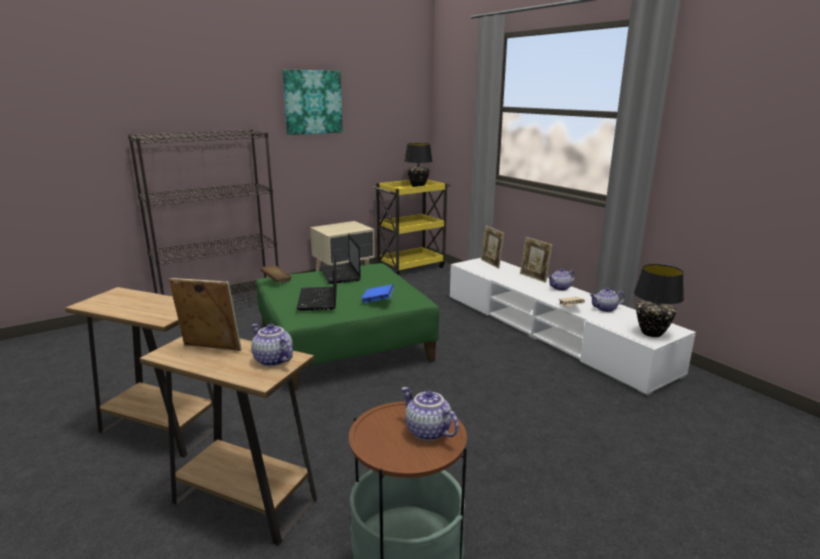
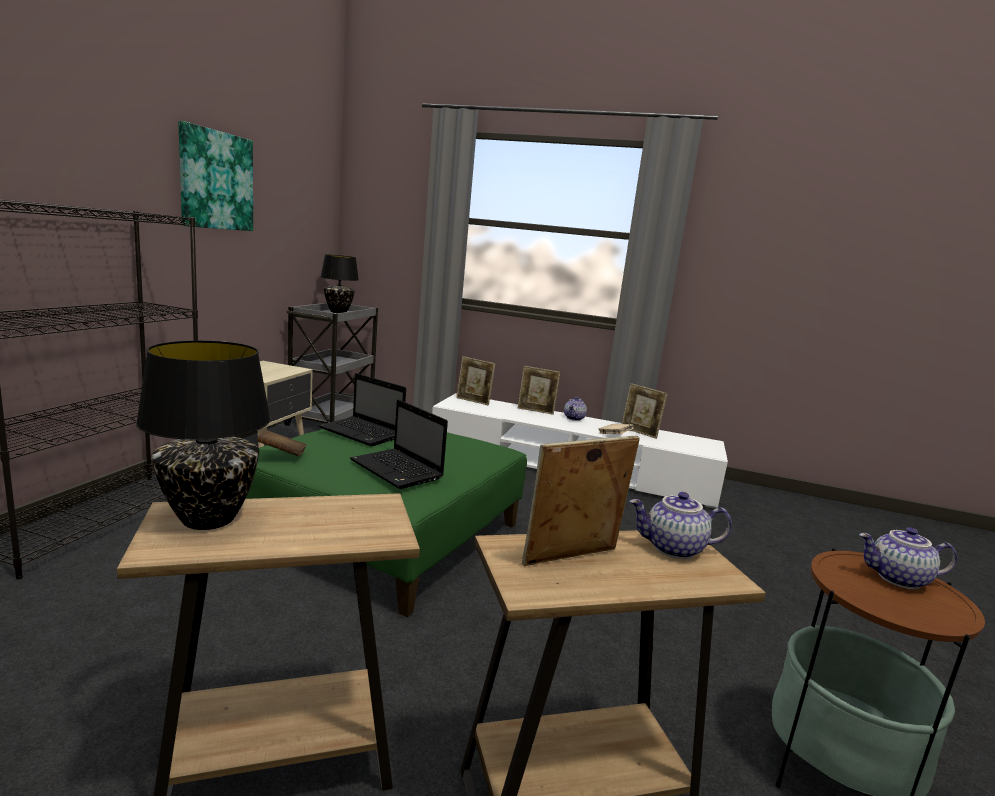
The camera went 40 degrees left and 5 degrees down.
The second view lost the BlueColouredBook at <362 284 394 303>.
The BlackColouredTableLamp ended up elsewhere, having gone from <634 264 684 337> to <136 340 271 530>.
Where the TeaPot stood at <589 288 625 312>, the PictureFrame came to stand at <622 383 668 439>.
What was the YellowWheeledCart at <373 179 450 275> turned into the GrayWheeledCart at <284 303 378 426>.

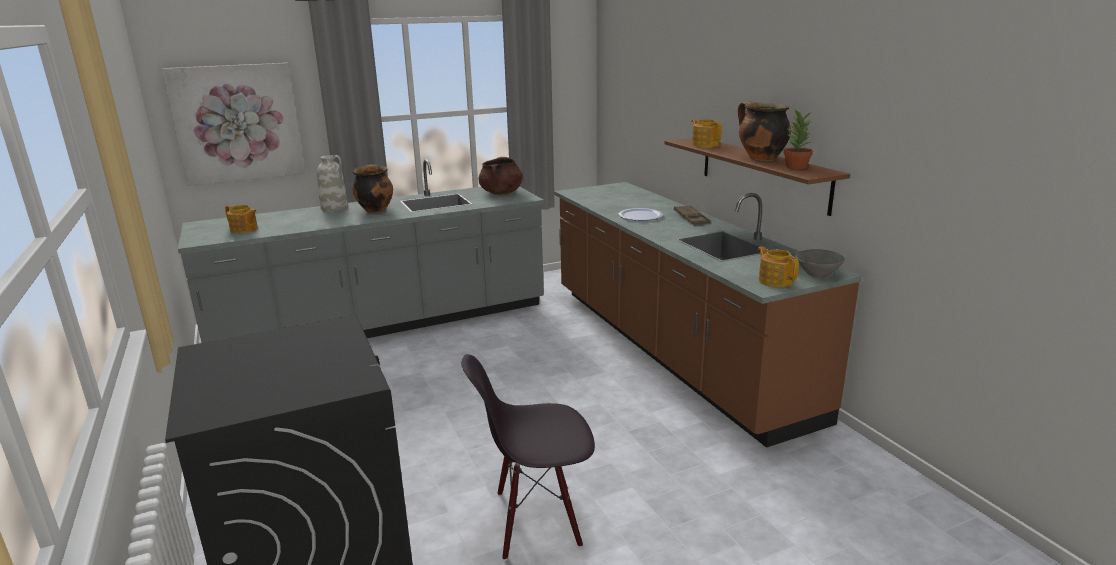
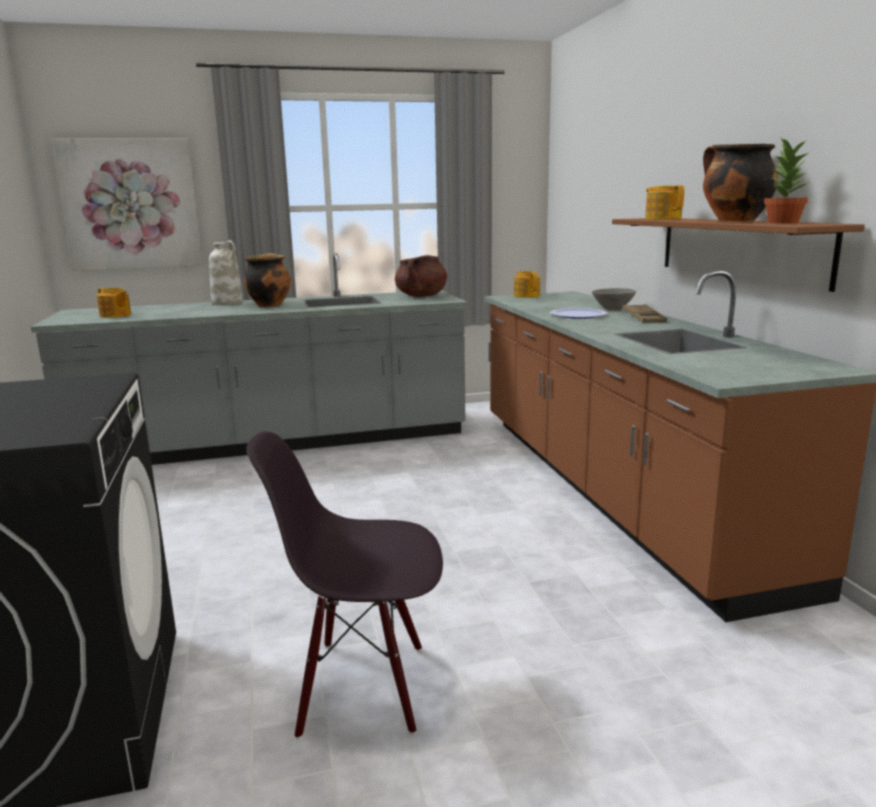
The camera went 10 degrees right and 5 degrees down.
The TeaPot ended up elsewhere, having gone from <758 247 799 287> to <514 271 540 298>.
The GrayBowl ended up elsewhere, having gone from <796 249 845 278> to <592 288 636 310>.

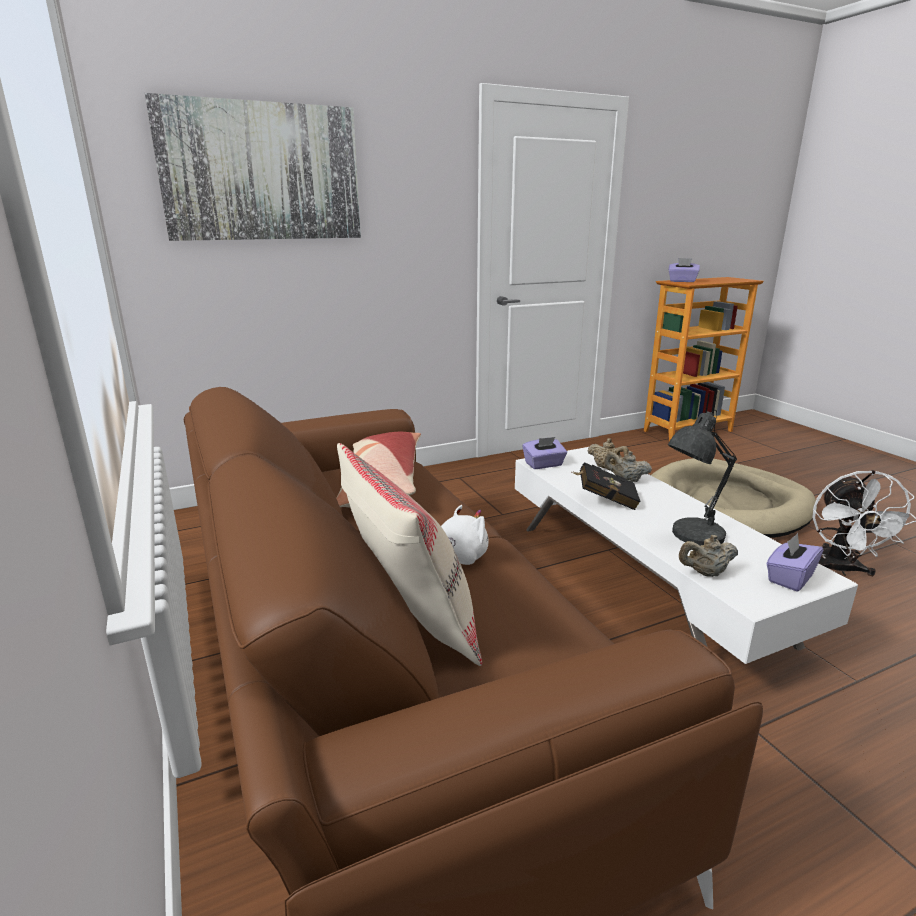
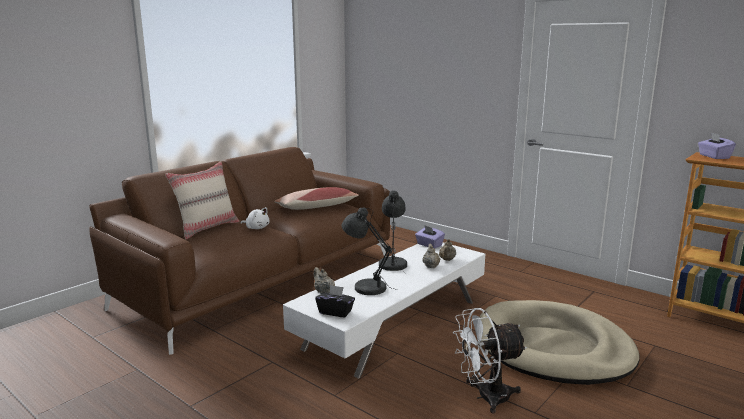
The camera went 65 degrees right and 5 degrees down.
The second view lost the Picture at <145 93 361 241>.
Where the BlackColouredBook stood at <572 462 641 510>, the GrayTableLamp came to stand at <379 190 407 274>.
What was the PurpleTissueBox at <767 533 823 592> turned into the BlackColouredTissueBox at <315 285 355 317>.

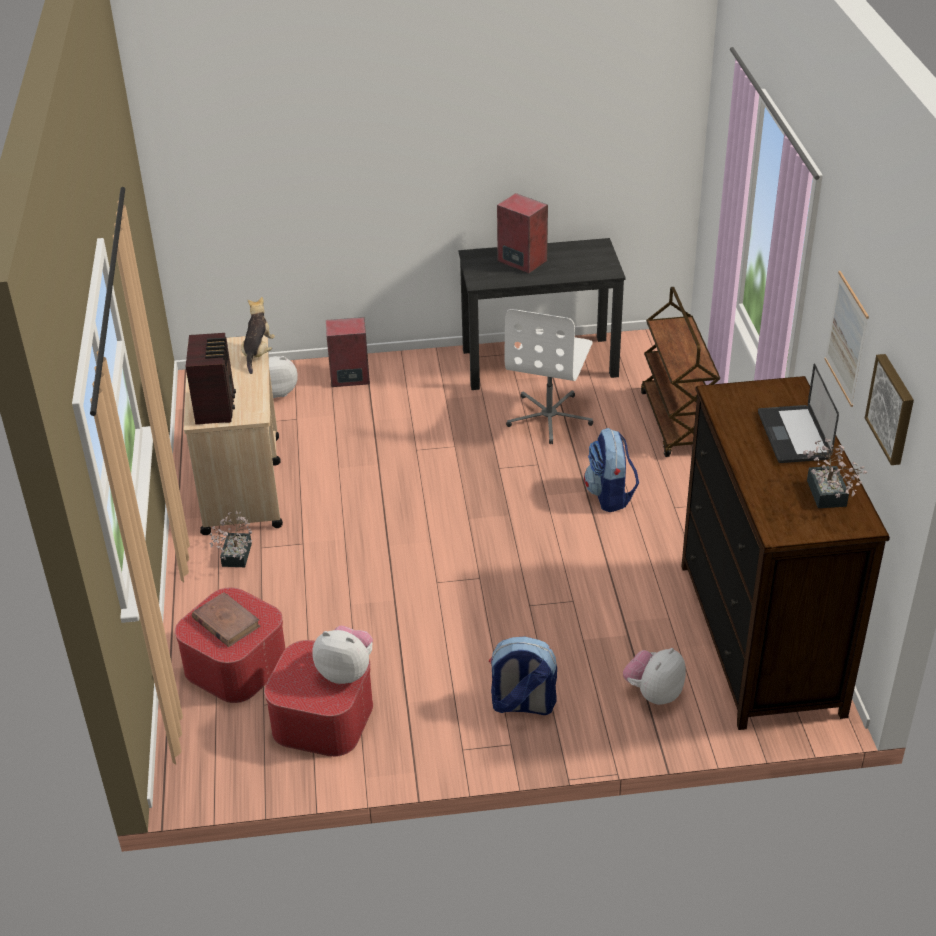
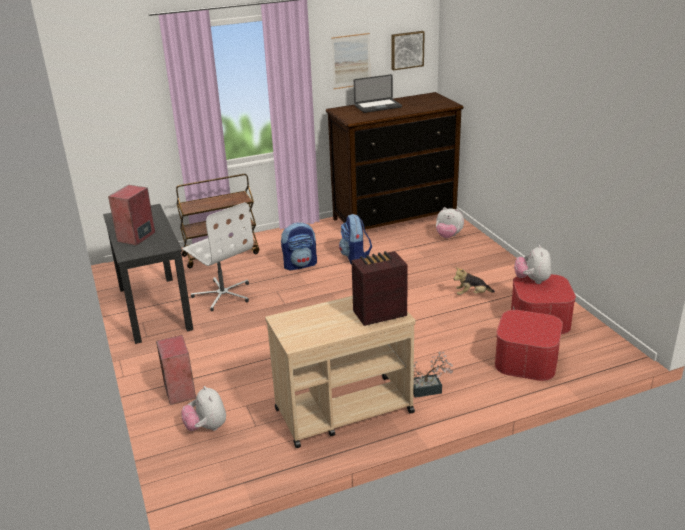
The camera went 105 degrees left and 10 degrees down.
The second view lost the BrownColouredBook at <192 592 261 647>.
The second view lost the PottedPlant at <803 438 868 508>.
The PlushToy ended up elsewhere, having gone from <242 297 275 374> to <454 267 495 295>.
The Rucksack ended up elsewhere, having gone from <489 636 557 715> to <339 214 372 264>.
The WhitishComputerChair at <505 309 593 444> ended up facing another way, 45 degrees clockwise from before.

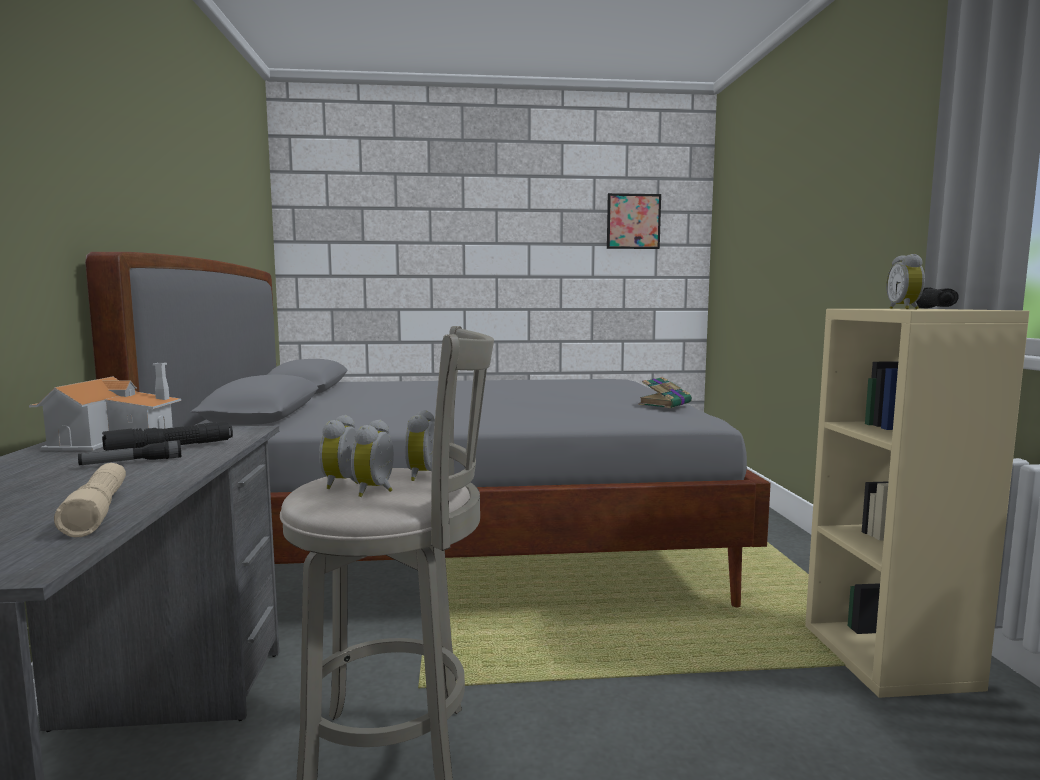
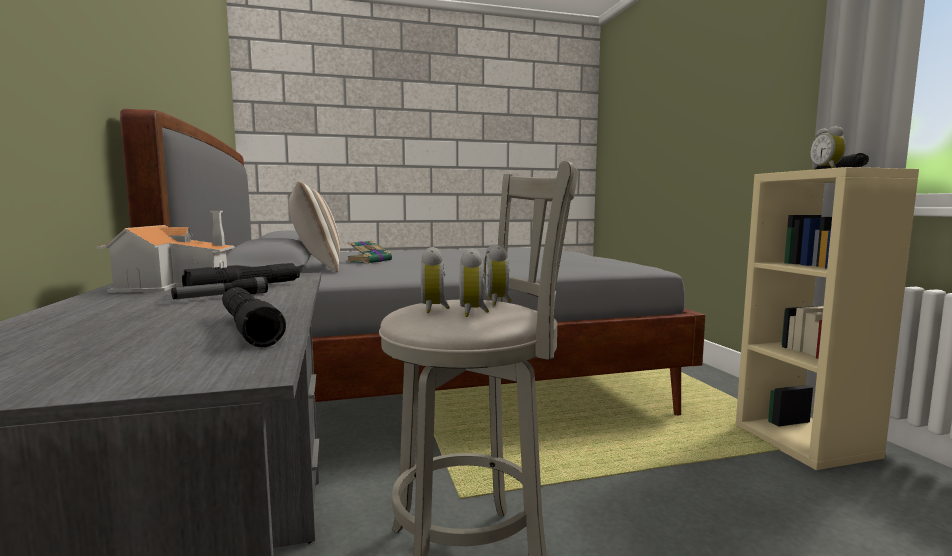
The camera went 10 degrees left and 0 degrees up.
The second view lost the Picture at <607 193 661 249>.
The second view gained the ThrowPillow at <289 182 340 273>.
The Book ended up elsewhere, having gone from <638 377 692 408> to <346 240 392 264>.
What was the BeigeColouredHandTorch at <54 463 126 537> turned into the BlackColouredHandTorch at <222 287 286 347>.

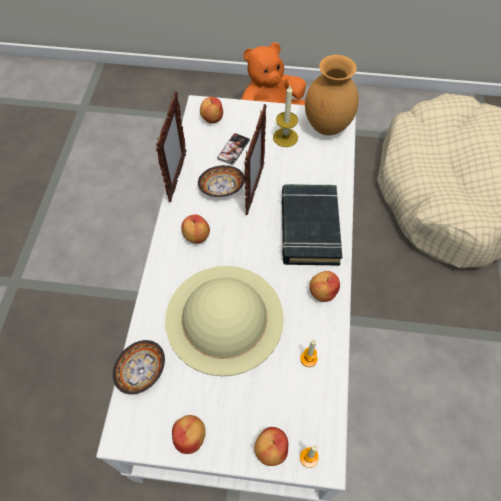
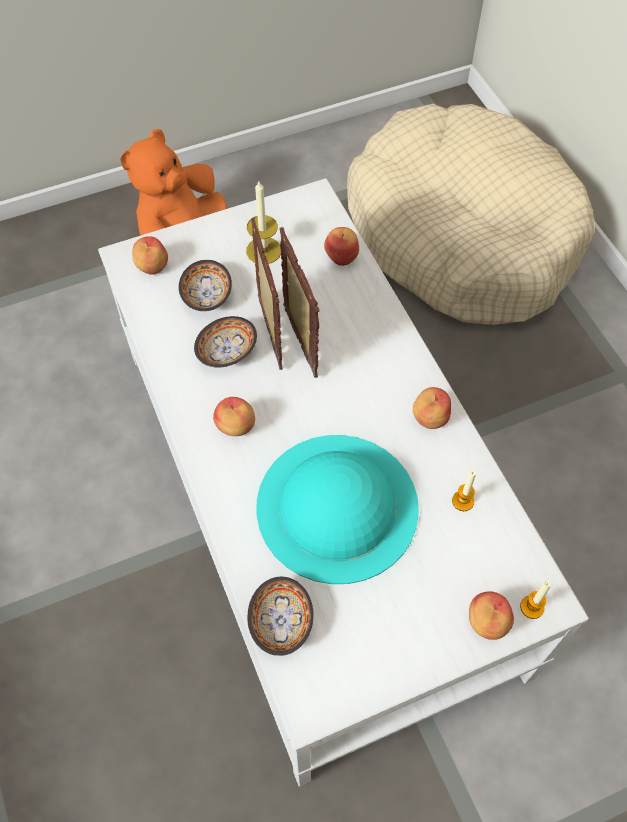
The camera went 30 degrees left and 0 degrees up.
The second view lost the BlackColouredBook at <281 184 342 266>.
The second view lost the BrownColouredDecorativeVase at <305 55 359 135>.
The PictureFrame ended up elsewhere, having gone from <156 91 186 202> to <279 227 320 378>.
The WholeApple ended up elsewhere, having gone from <172 415 206 454> to <324 227 359 266>.
Where the Phone stood at <217 133 250 165>, the Bowl came to stand at <179 260 232 311>.
What was the BeigeColouredClothingHat at <165 266 284 376> turned into the TurquoiseClothingHat at <256 435 419 584>.

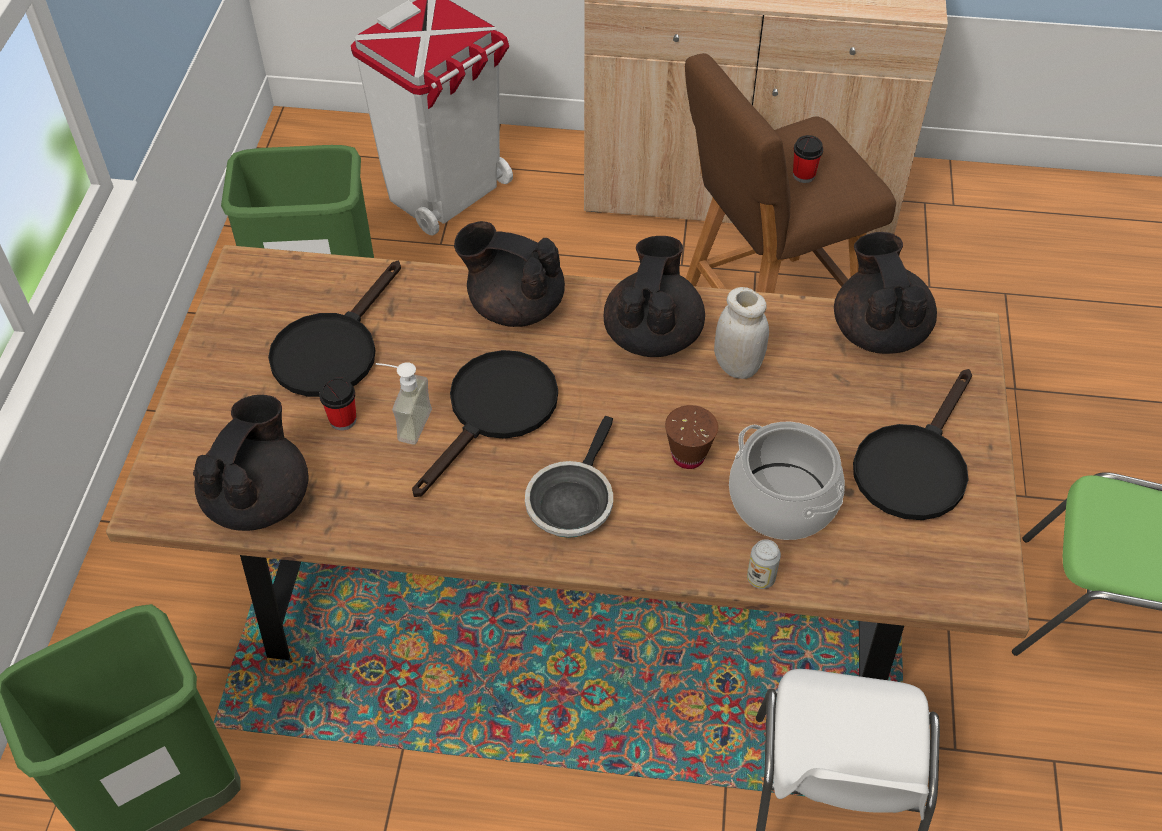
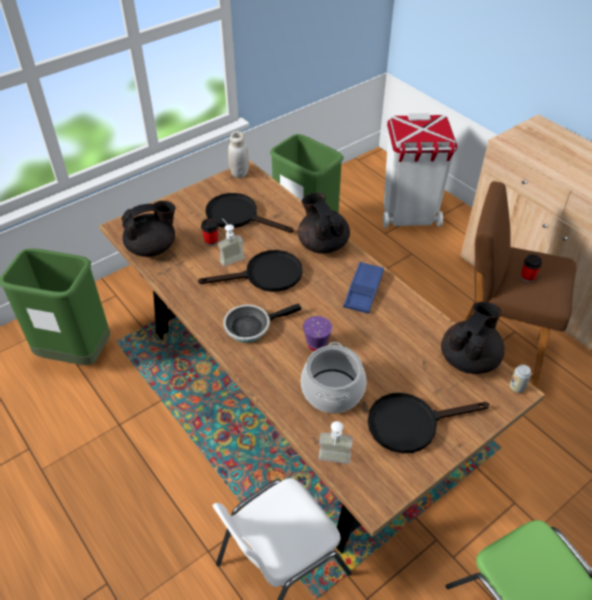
The camera went 45 degrees right and 5 degrees down.
The second view gained the SoapDispenser at <318 421 353 464>.
The WhitishJar ended up elsewhere, having gone from <714 287 769 379> to <228 131 249 178>.
The MetalCan ended up elsewhere, having gone from <747 539 781 589> to <510 365 531 393>.
Where the BlackColouredTeaPot stood at <604 236 705 357>, the BlueColouredTray came to stand at <343 262 384 314>.
What was the BrownColouredSmallCup at <665 405 718 469> turned into the PurpleSmallCup at <303 316 332 351>.
The BlackColouredFryingPan at <268 261 401 397> ended up facing another way, 45 degrees clockwise from before.

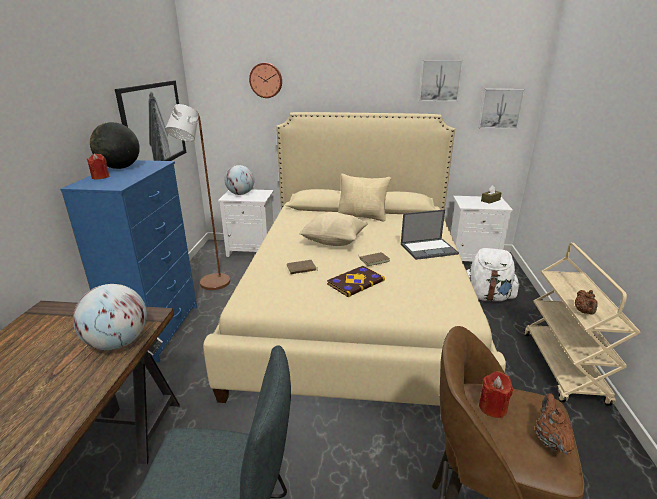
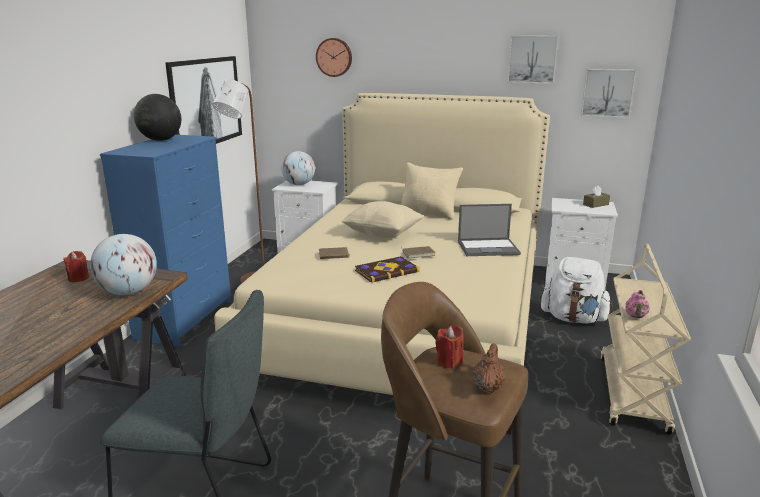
The camera went 10 degrees right and 5 degrees down.
The ReddishWaxLight ended up elsewhere, having gone from <87 154 109 180> to <63 251 89 282>.
What was the BrownColouredTeaPot at <575 290 598 315> turned into the PinkTeaPot at <625 290 650 318>.

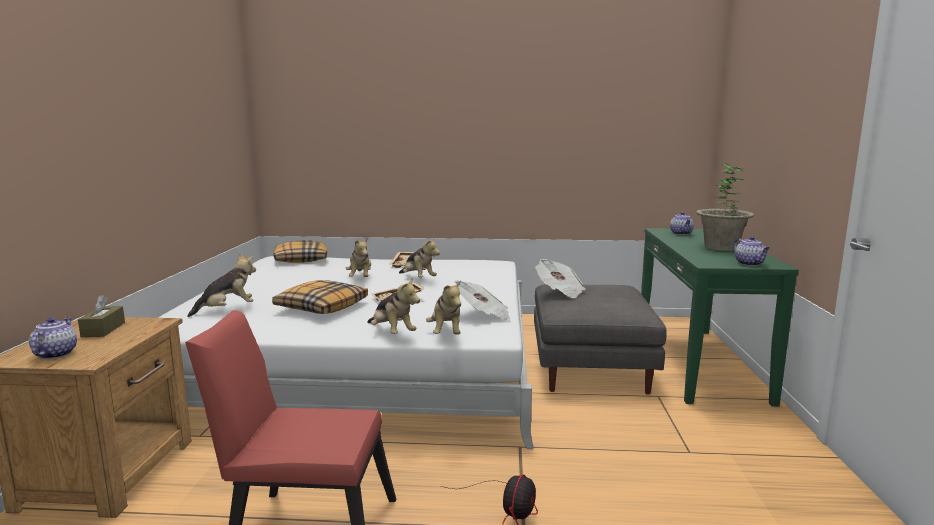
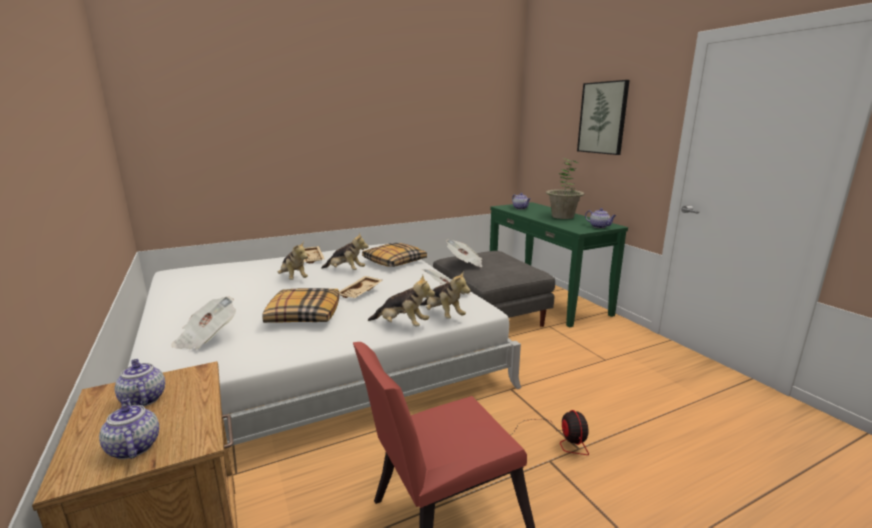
The camera went 30 degrees left and 5 degrees up.
The second view gained the Picture at <577 80 630 155>.
The ThrowPillow ended up elsewhere, having gone from <273 240 327 263> to <362 243 427 267>.
Where the BrownColouredTissueBox stood at <78 295 125 337>, the TeaPot came to stand at <115 359 165 406>.
Where the PlushToy stood at <187 254 256 317>, the PrintedPaper came to stand at <171 296 236 349>.

